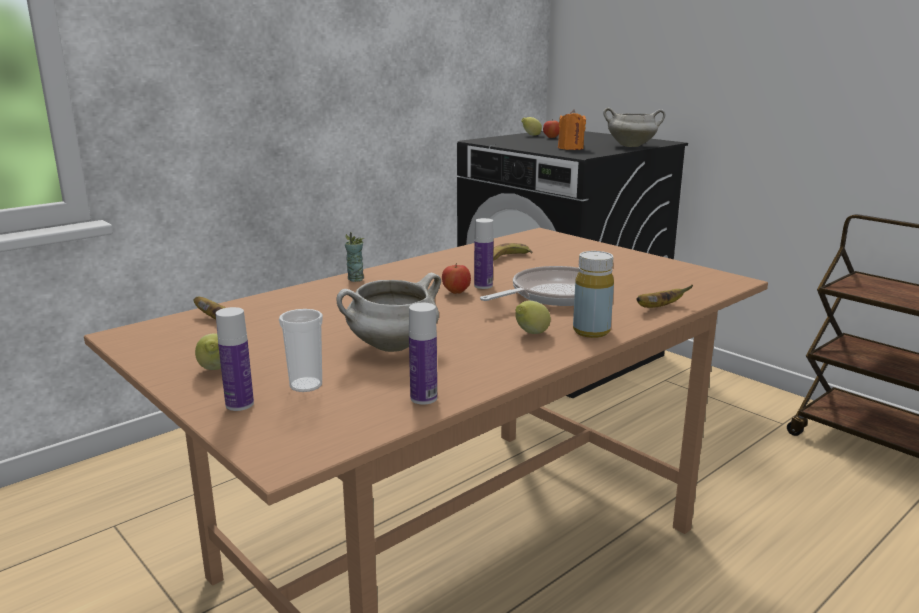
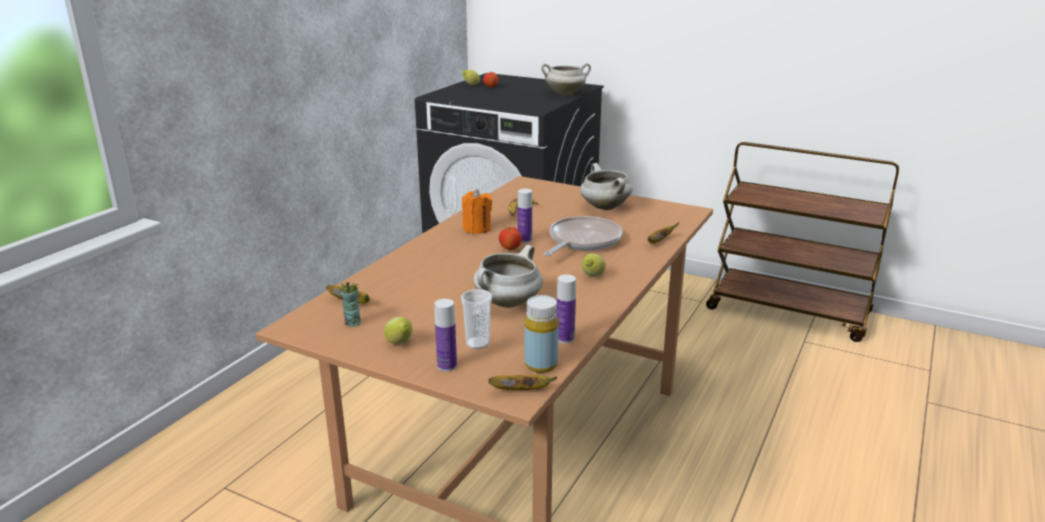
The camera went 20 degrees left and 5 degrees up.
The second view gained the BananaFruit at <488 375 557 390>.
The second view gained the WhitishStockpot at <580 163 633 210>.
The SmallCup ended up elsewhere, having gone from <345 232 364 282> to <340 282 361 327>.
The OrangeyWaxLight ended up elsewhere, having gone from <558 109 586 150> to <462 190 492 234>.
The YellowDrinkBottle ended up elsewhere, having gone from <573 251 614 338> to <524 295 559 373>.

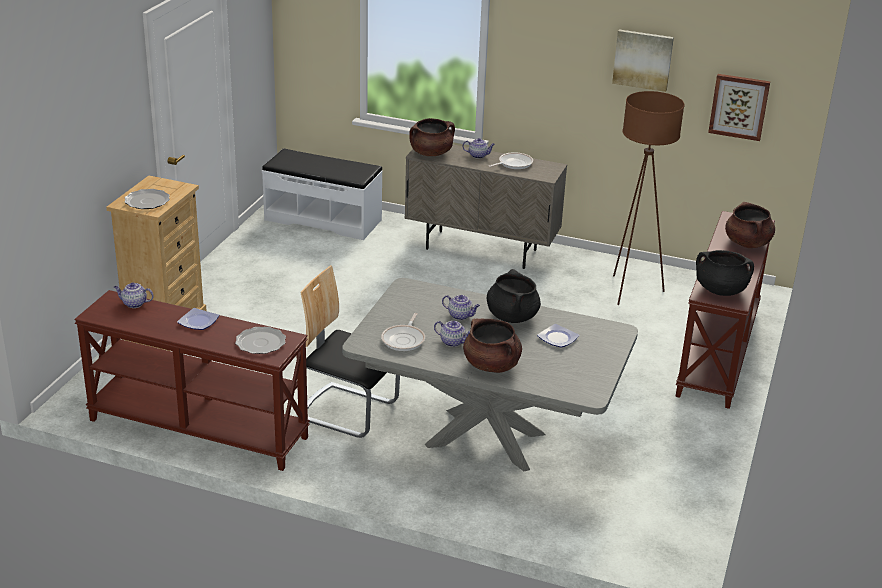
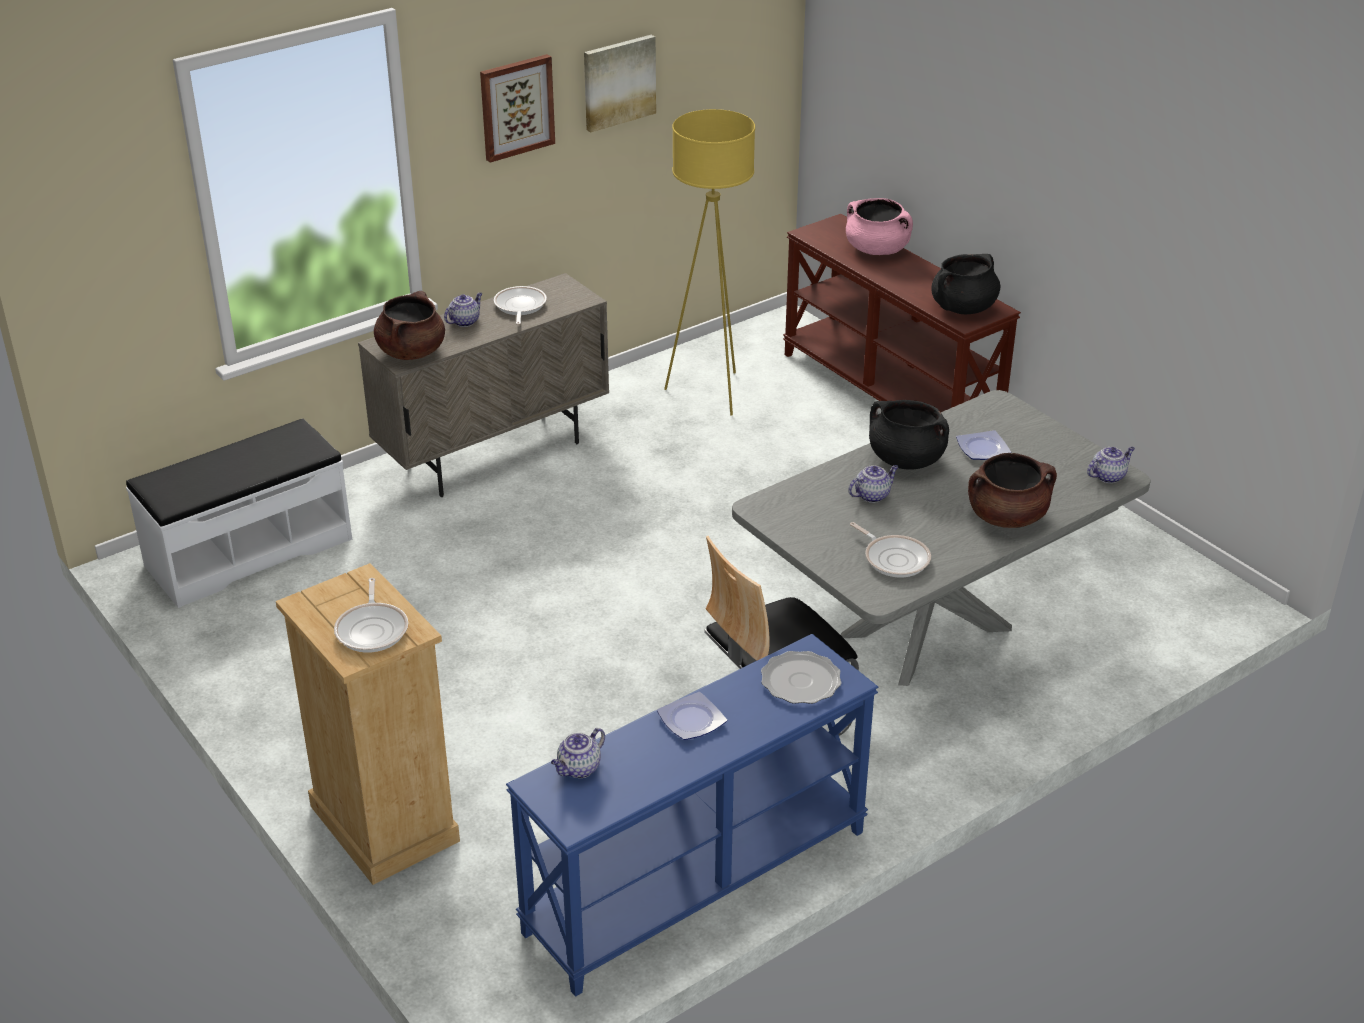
The camera went 55 degrees left and 5 degrees up.
The TeaPot ended up elsewhere, having gone from <434 321 470 347> to <1087 447 1135 483>.
The Picture ended up elsewhere, having gone from <708 74 770 141> to <480 54 555 163>.
Where the FlatDish stood at <125 189 170 209>, the FryingPan came to stand at <334 578 408 653>.
What was the BrownColouredConsoleTable at <74 290 310 471> turned into the BlueColouredConsoleTable at <506 634 878 997>.
What was the BrownColouredFloorLamp at <613 91 685 305> turned into the YellowFloorLamp at <664 109 755 416>.
What was the BrownColouredStockpot at <725 202 775 248> turned into the PinkStockpot at <846 198 913 255>.

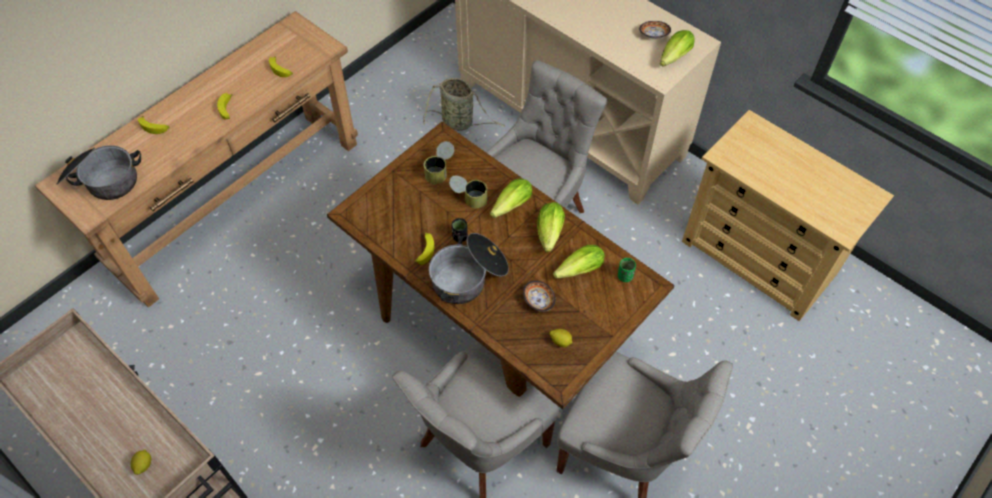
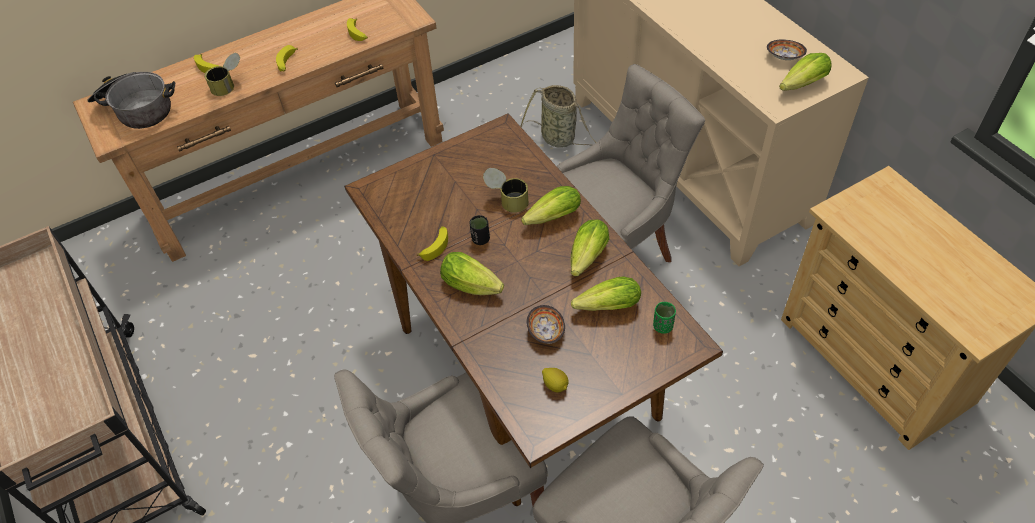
The camera went 20 degrees right and 5 degrees down.
The second view lost the CitrusFruit at <131 450 151 475>.
The MetalCan ended up elsewhere, having gone from <424 141 455 184> to <205 53 240 96>.
Where the Stockpot stood at <429 233 509 304>, the Lettuce came to stand at <440 252 504 295>.

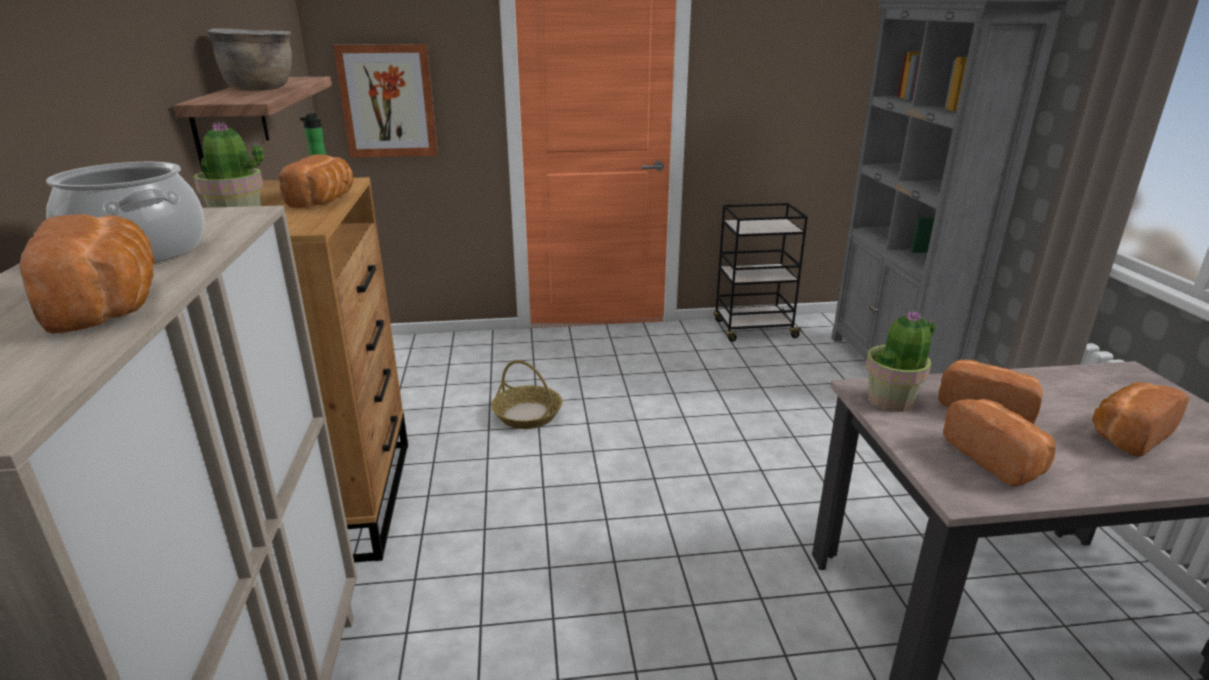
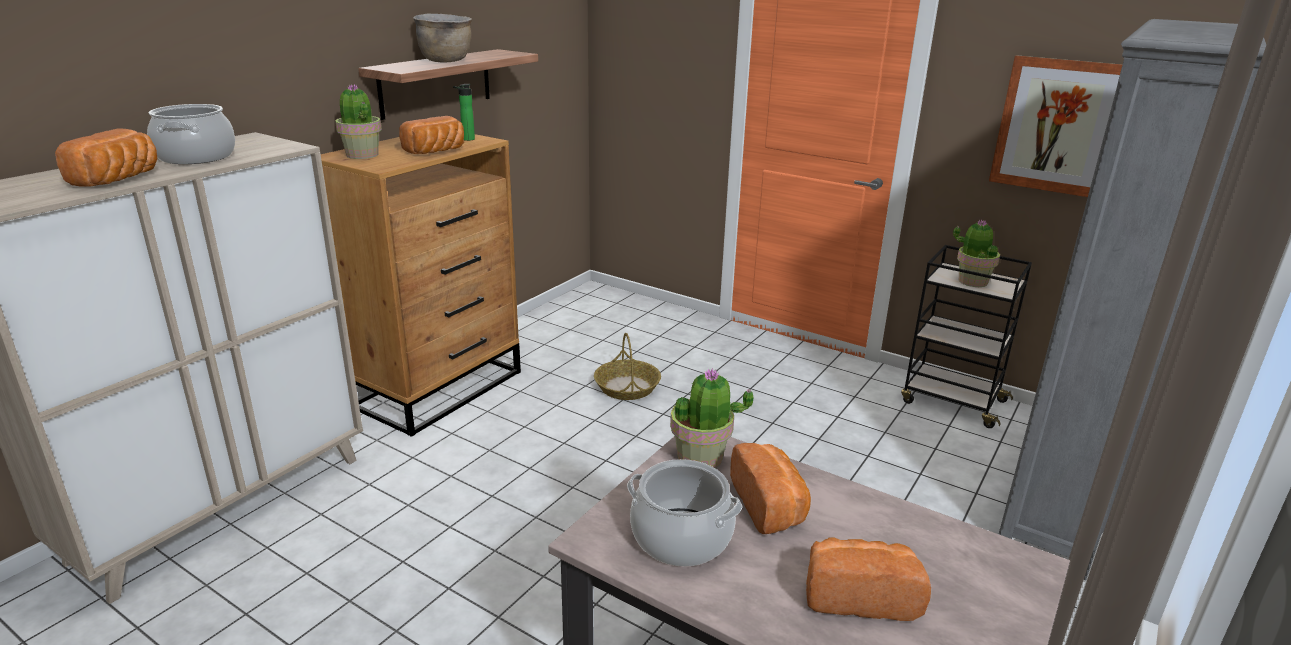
The camera went 40 degrees right and 0 degrees up.
The second view gained the PottedPlant at <953 219 1000 287>.
The Picture ended up elsewhere, having gone from <333 44 438 158> to <989 55 1122 197>.
Where the Bread stood at <943 399 1055 486>, the Stockpot came to stand at <627 459 742 567>.

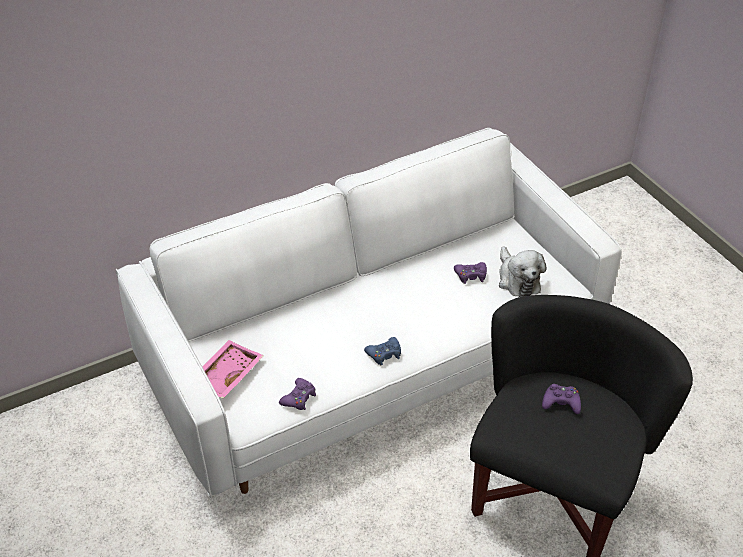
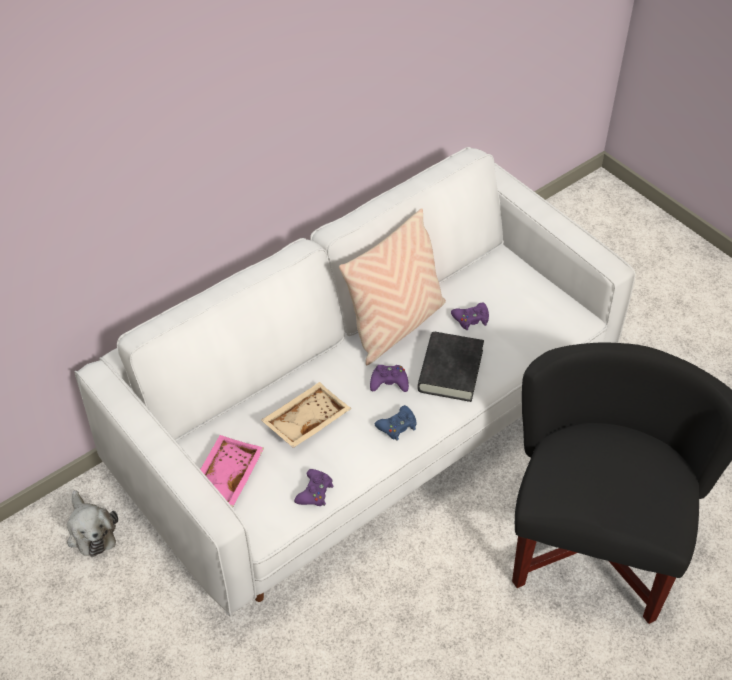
The camera went 10 degrees left and 5 degrees up.
The second view gained the BeigeColouredTray at <261 382 351 448>.
The second view gained the BeigeColouredThrowPillow at <339 208 446 365>.
The second view gained the BlackColouredBook at <417 332 484 402>.
The PlushToy ended up elsewhere, having gone from <499 246 547 297> to <67 490 118 557>.
The PurpleJoypad ended up elsewhere, having gone from <542 384 581 414> to <370 365 409 392>.

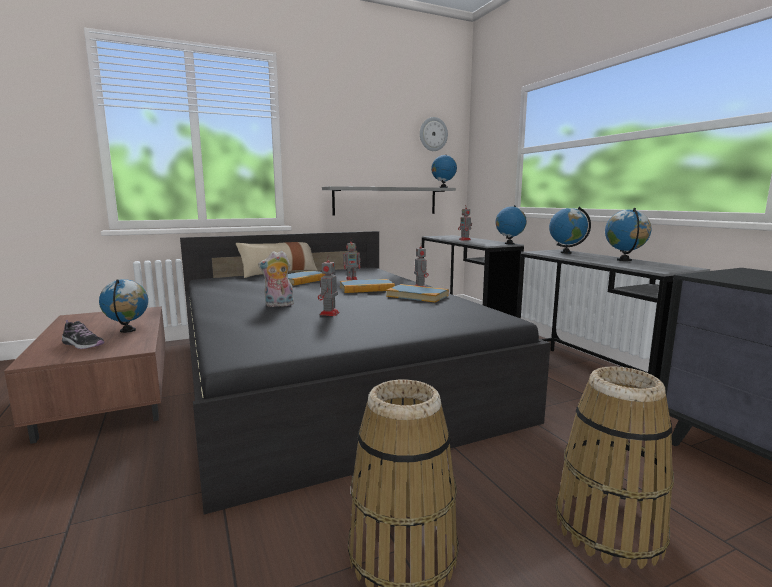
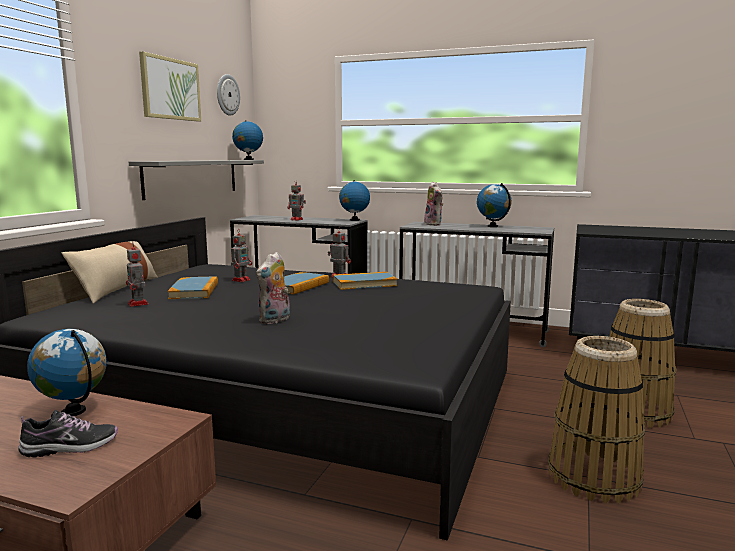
The camera went 45 degrees left and 0 degrees up.
The second view gained the Picture at <139 51 201 121>.
The ModelRobot ended up elsewhere, having gone from <318 256 339 316> to <126 243 149 307>.
Where the Globe stood at <549 207 591 254>, the PlushToy came to stand at <424 182 443 226>.

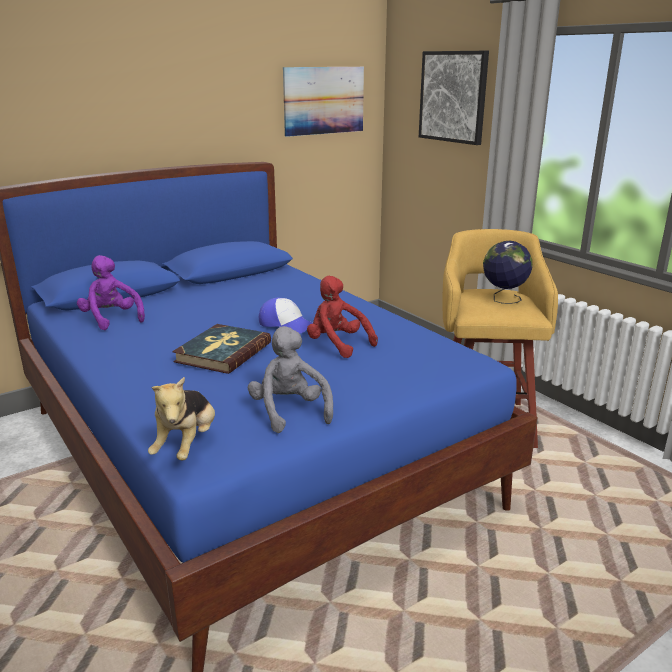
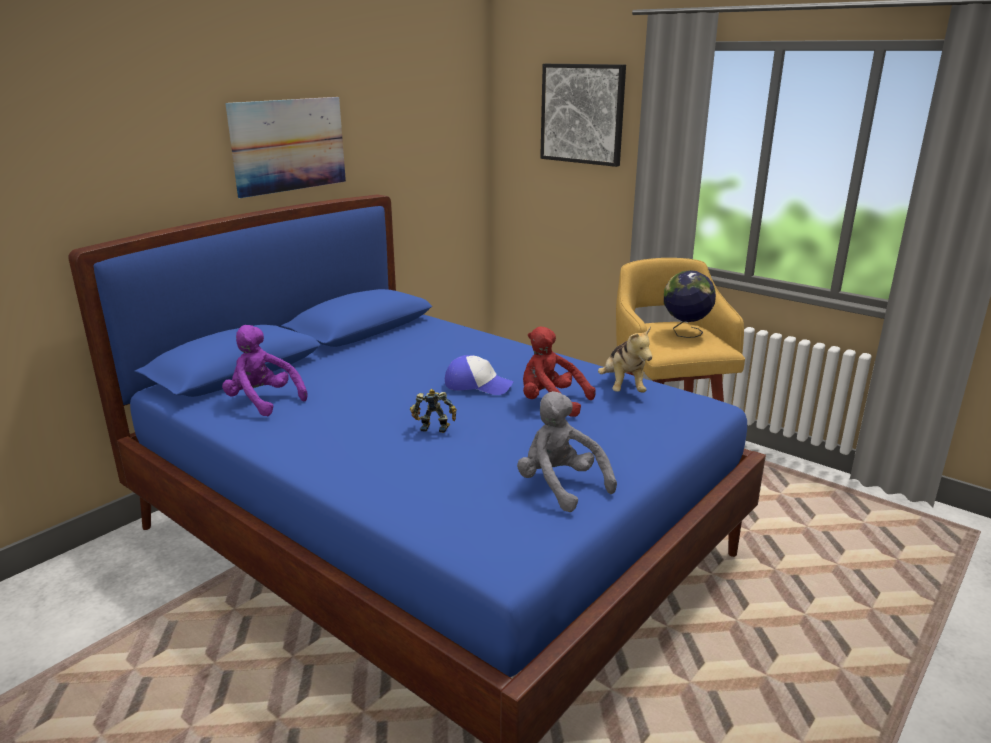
The camera went 15 degrees left and 0 degrees up.
The PlushToy ended up elsewhere, having gone from <148 377 215 461> to <598 326 652 393>.
The Picture ended up elsewhere, having gone from <283 67 364 137> to <225 97 346 198>.
Where the Book stood at <172 324 271 374>, the ModelRobot came to stand at <410 389 457 433>.

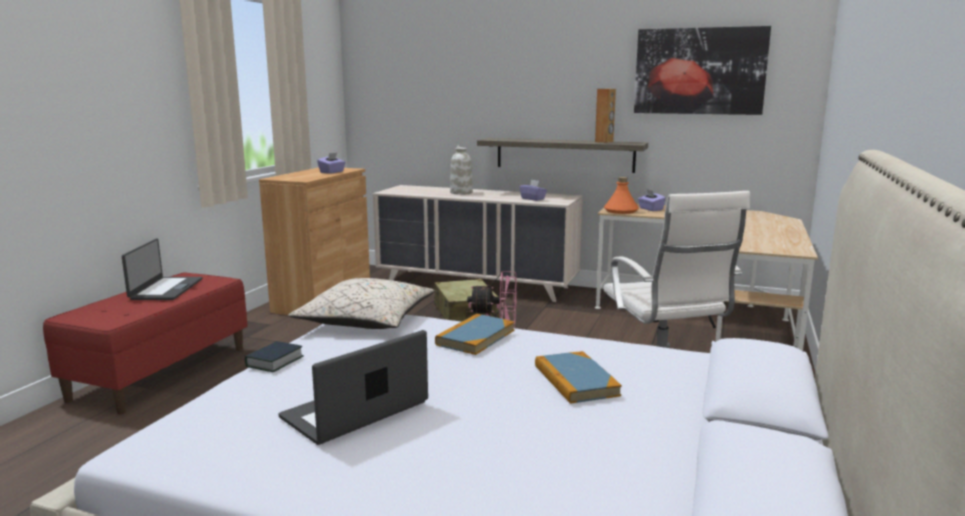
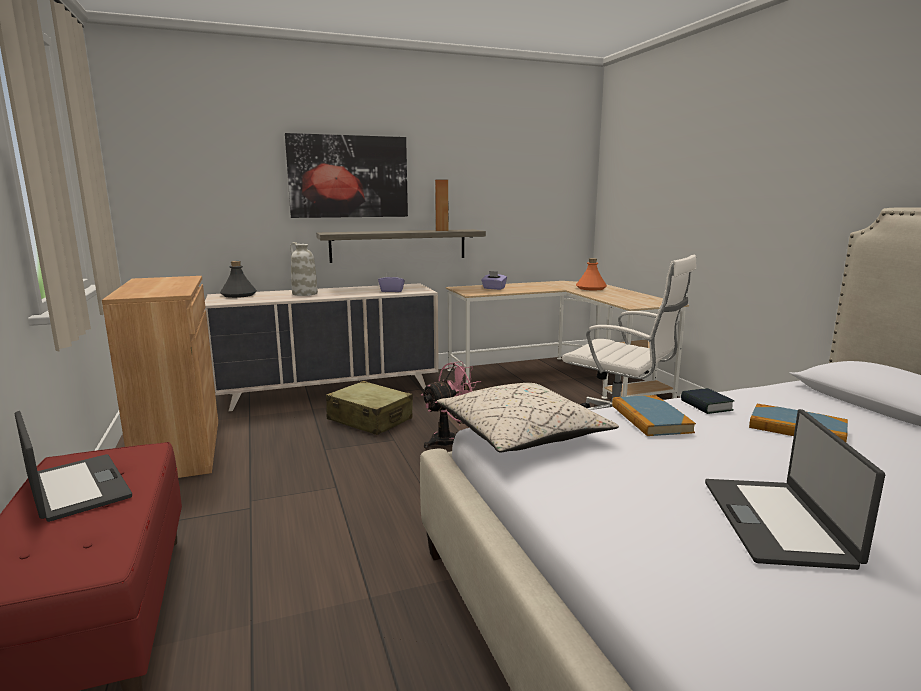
The camera went 40 degrees left and 0 degrees up.
The second view lost the PurpleTissueBox at <317 153 346 174>.
The second view gained the GrayDrinkBottle at <220 261 257 298>.
The Book ended up elsewhere, having gone from <245 341 304 372> to <681 388 734 414>.
The OrangeyDrinkBottle ended up elsewhere, having gone from <604 177 639 214> to <576 258 607 291>.
The Picture ended up elsewhere, having gone from <634 26 771 115> to <285 133 408 218>.

